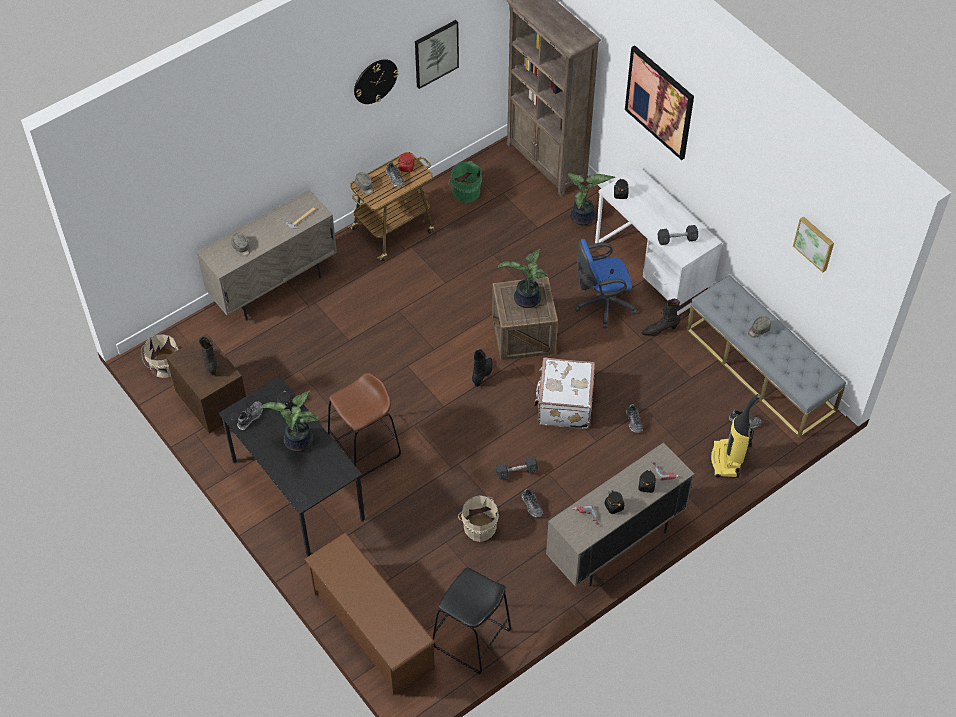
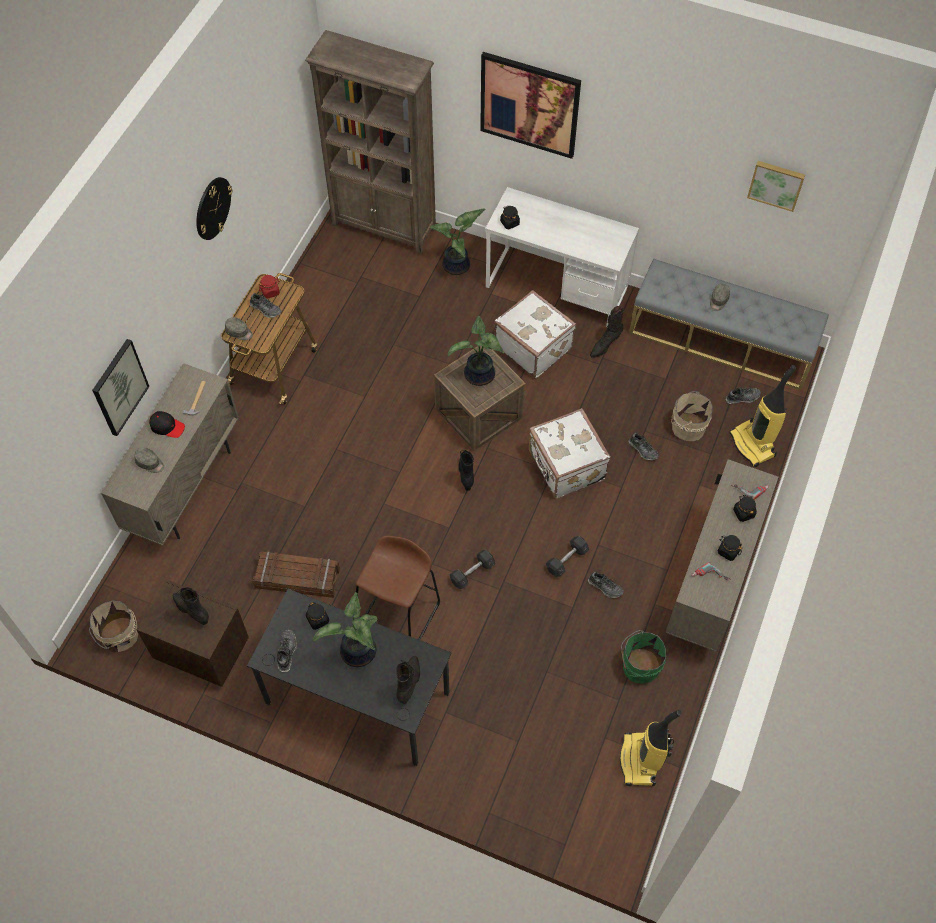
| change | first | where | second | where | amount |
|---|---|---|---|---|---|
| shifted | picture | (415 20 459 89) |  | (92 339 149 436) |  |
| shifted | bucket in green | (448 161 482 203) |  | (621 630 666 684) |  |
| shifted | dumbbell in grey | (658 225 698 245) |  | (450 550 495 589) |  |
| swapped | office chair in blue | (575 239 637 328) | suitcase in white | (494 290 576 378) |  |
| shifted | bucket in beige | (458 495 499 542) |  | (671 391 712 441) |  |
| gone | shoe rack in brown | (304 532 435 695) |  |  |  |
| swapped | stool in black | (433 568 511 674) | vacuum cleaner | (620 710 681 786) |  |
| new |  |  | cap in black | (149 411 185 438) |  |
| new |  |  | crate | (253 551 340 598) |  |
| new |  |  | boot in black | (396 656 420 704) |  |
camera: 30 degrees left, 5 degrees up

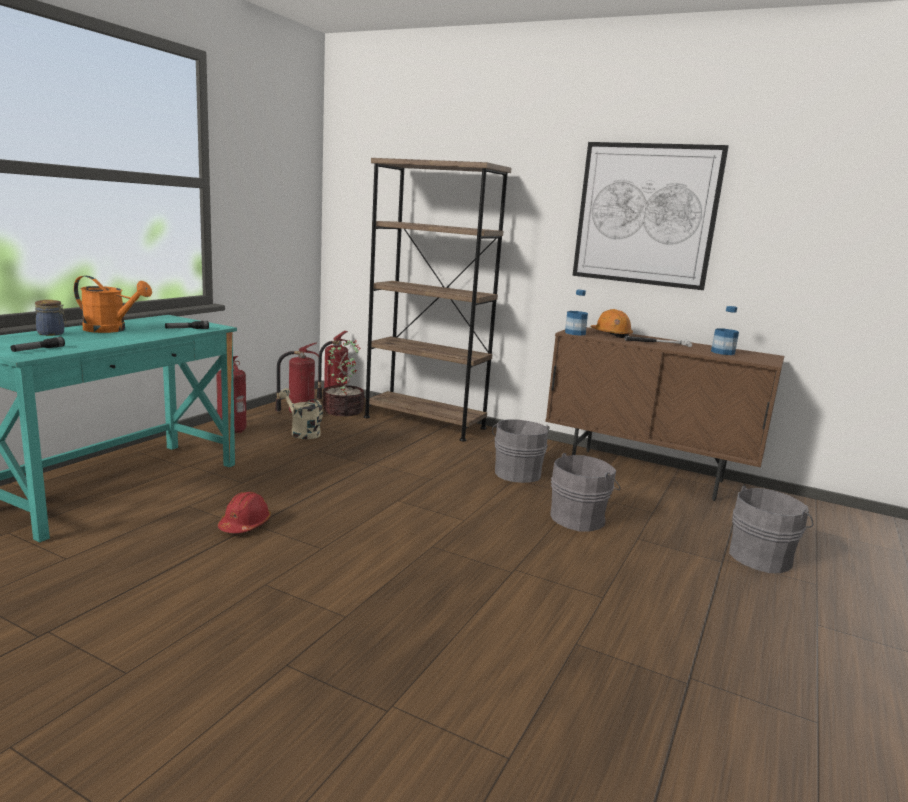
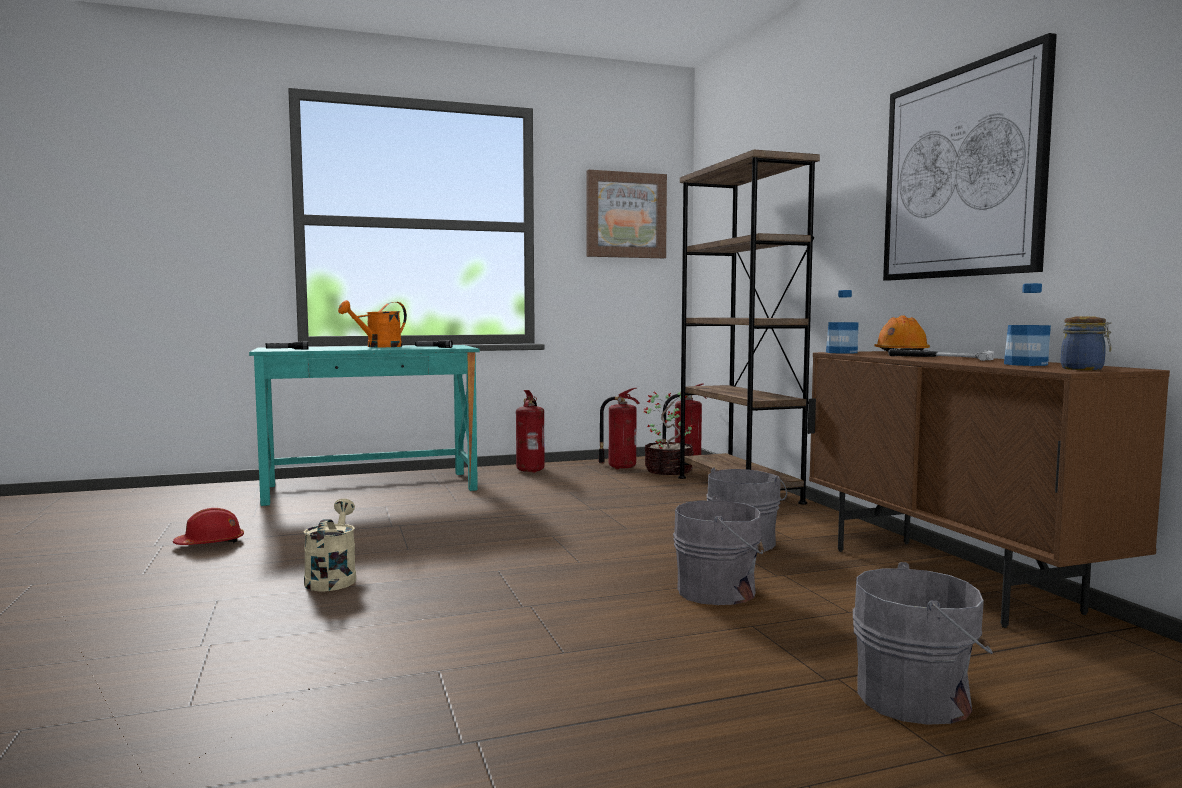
| change | first | where | second | where | amount |
|---|---|---|---|---|---|
| rotated | watering can in orange | (74 276 152 333) |  | (338 300 407 347) | 75 degrees clockwise |
| shifted | jar | (35 300 66 336) |  | (1061 317 1111 370) |  |
| shifted | watering can in beige | (279 388 323 439) |  | (304 498 356 591) |  |
| shifted | hard hat in red | (218 492 271 533) |  | (173 508 244 545) |  |
| new |  |  | picture | (586 170 667 258) |  |
camera: 45 degrees right, 10 degrees down

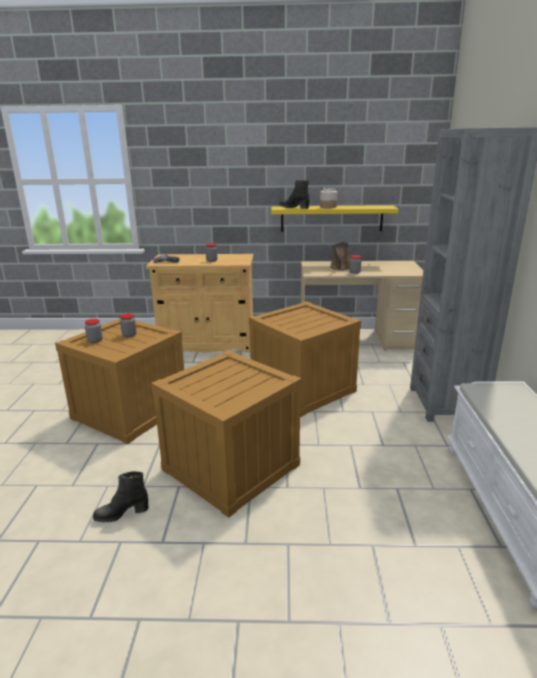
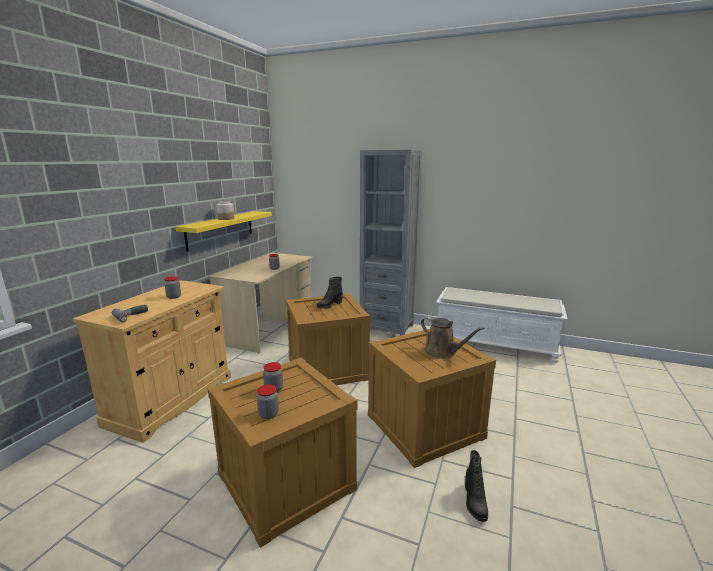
| change | first | where | second | where | amount |
|---|---|---|---|---|---|
| shifted | boot in black | (279 180 309 209) |  | (317 277 343 308) |  |
| shifted | watering can in brown | (330 242 351 270) |  | (421 317 484 359) |  |
camera: 70 degrees left, 5 degrees down

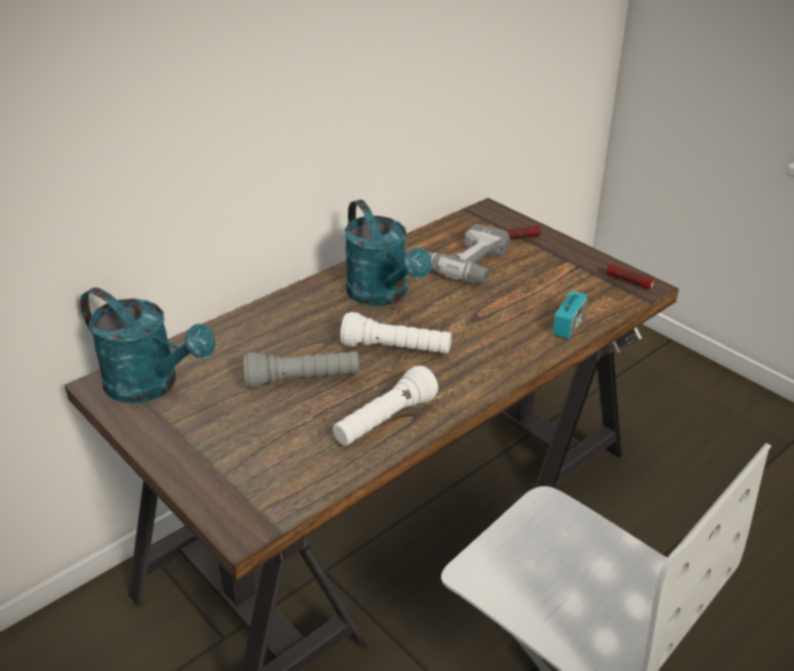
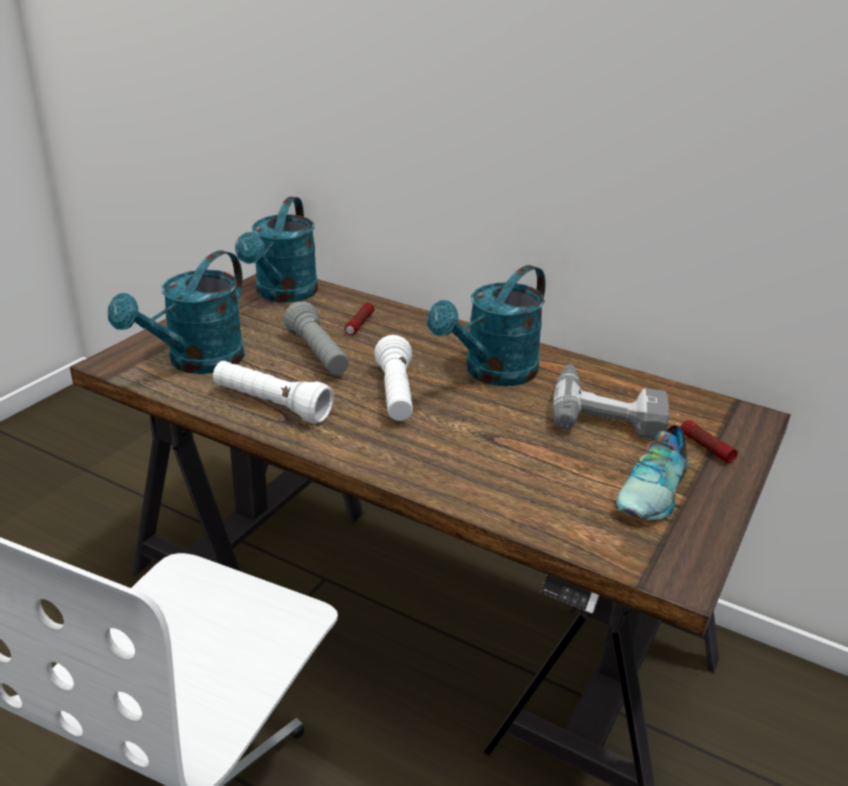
| change | first | where | second | where | amount |
|---|---|---|---|---|---|
| gone | radio | (553 260 588 339) |  |  |  |
| shifted | flashlight | (606 264 654 290) |  | (345 303 375 335) |  |
| new |  |  | watering can in turquoise | (108 250 245 374) |  |
| new |  |  | shoe | (616 425 689 521) |  |
camera: 70 degrees right, 5 degrees down

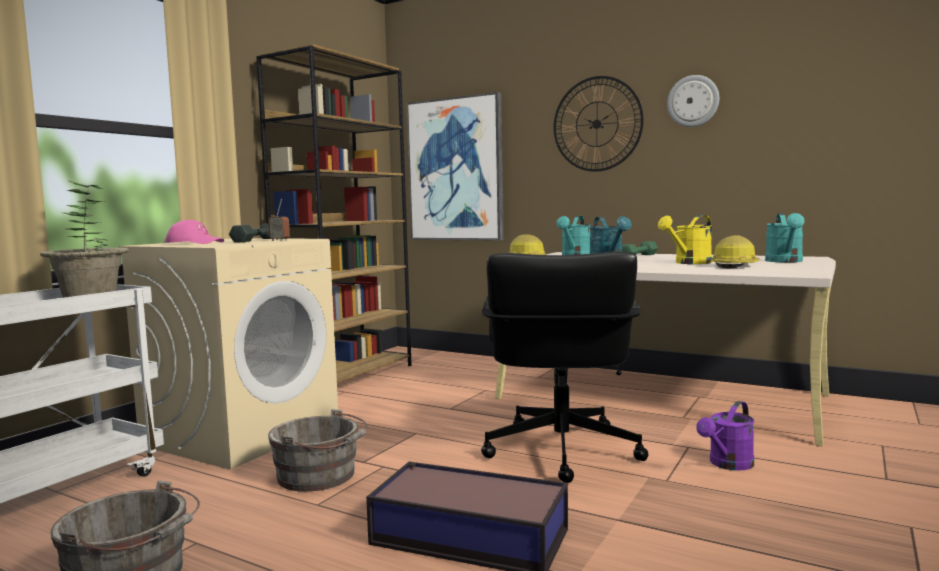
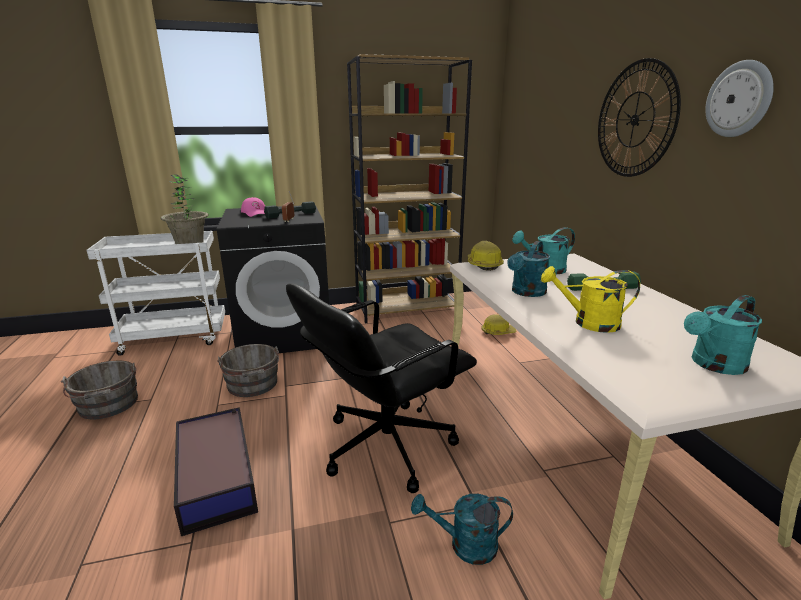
| change | first | where | second | where | amount |
|---|---|---|---|---|---|
| gone | picture | (406 92 504 241) |  |  |  |
| shifted | hard hat | (711 235 760 268) |  | (482 315 517 335) |  |
| repainted | washing machine in beige | (118 238 338 470) | washing machine in black | (217 205 329 353) |  |
| repainted | watering can in purple | (696 401 754 470) | watering can in turquoise | (411 494 513 565) |  |
camera: 45 degrees right, 15 degrees up

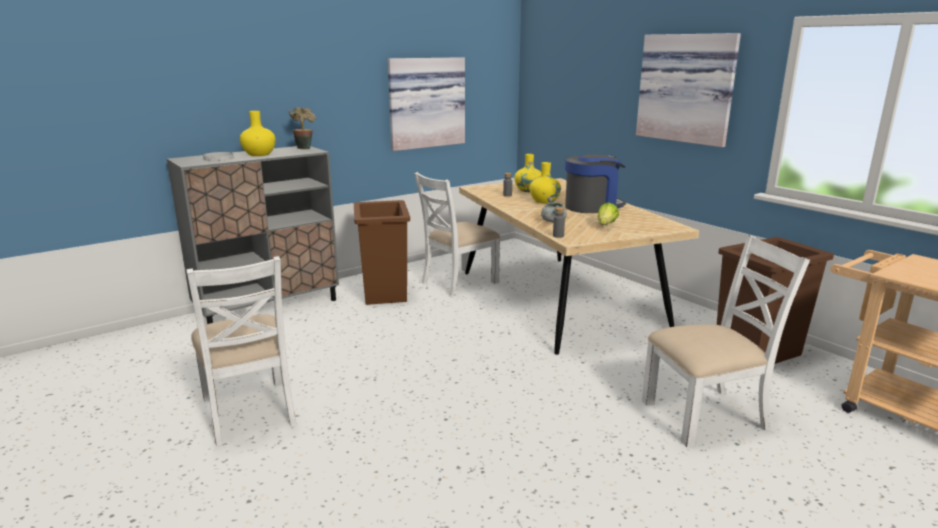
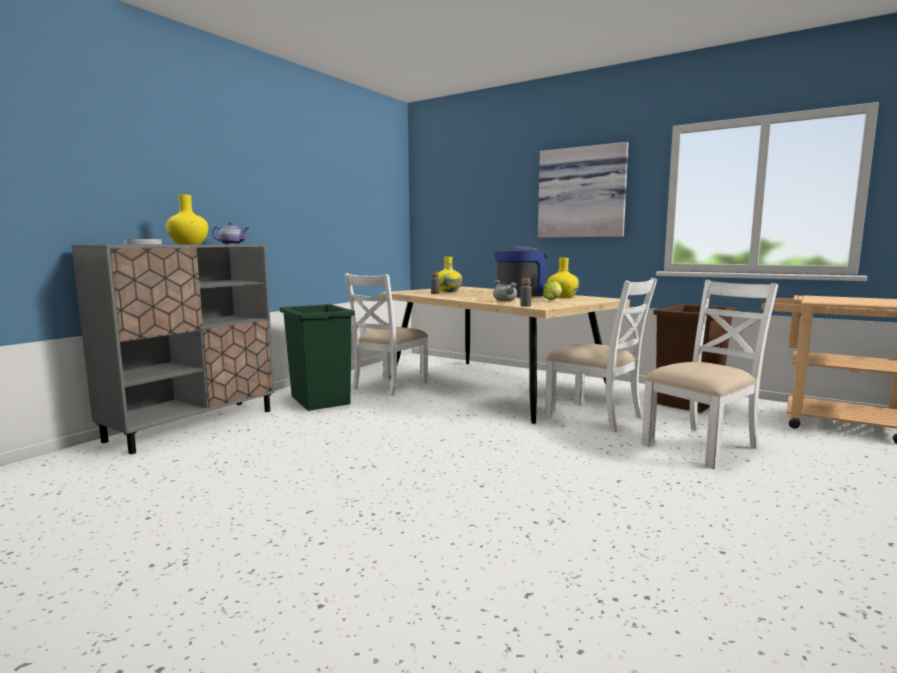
| change | first | where | second | where | amount |
|---|---|---|---|---|---|
| gone | picture | (388 57 465 151) |  |  |  |
| swapped | potted plant | (289 107 316 150) | teapot | (212 222 249 245) |  |
| shifted | vase in yellow | (530 162 561 204) |  | (547 258 579 298) |  |
| repainted | trash can in brown | (354 200 410 305) | trash can in green | (280 304 355 411) |  |
| shifted | chair in white | (186 256 297 446) |  | (545 278 657 432) |  |
camera: 20 degrees left, 10 degrees down

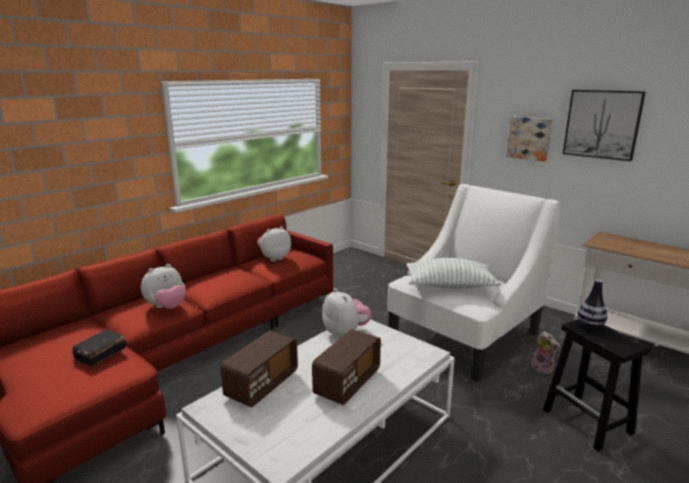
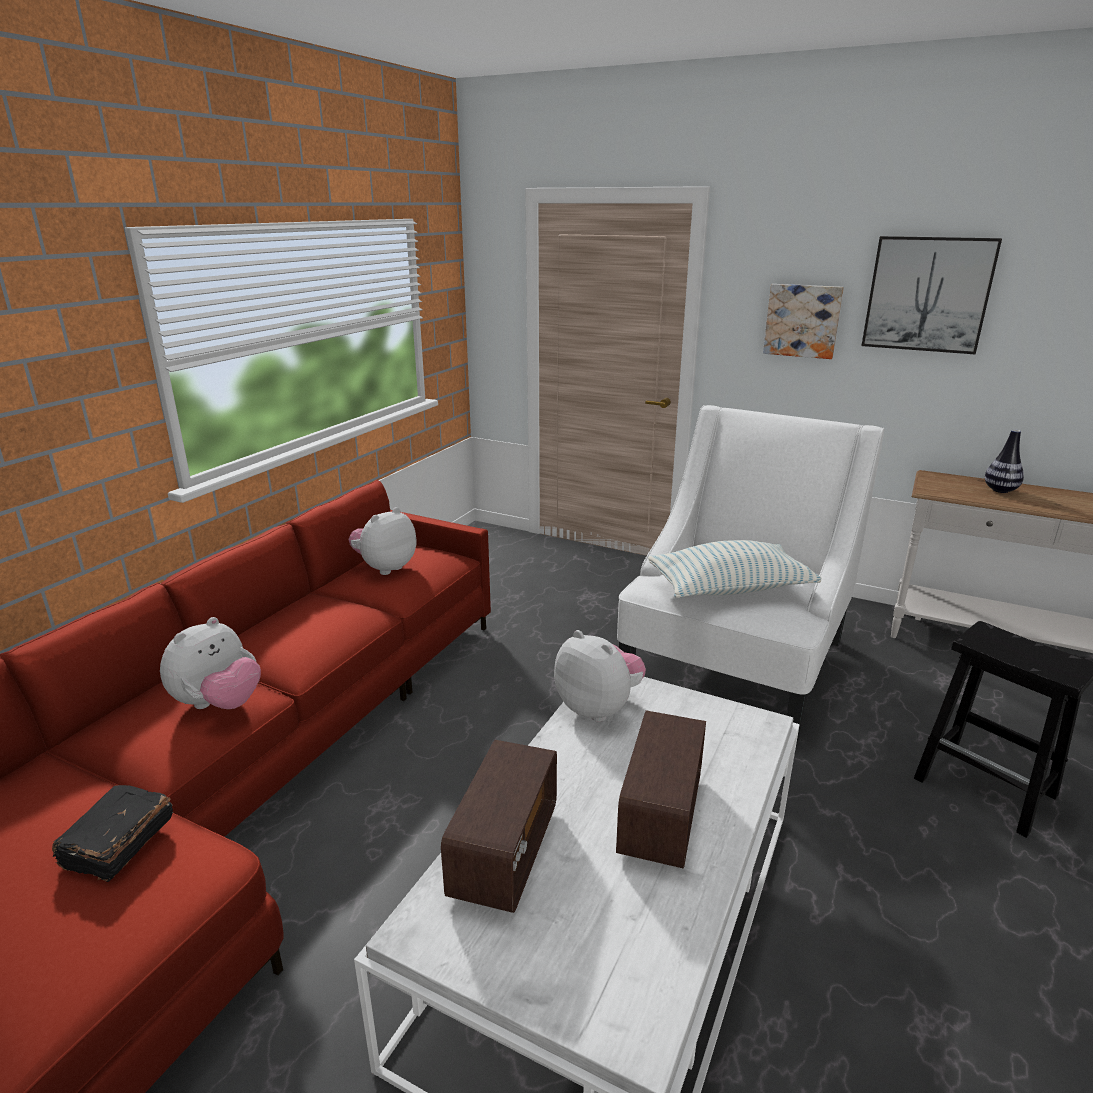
| change | first | where | second | where | amount |
|---|---|---|---|---|---|
| shifted | vase | (577 280 607 329) |  | (985 429 1024 493) |  |
| gone | plush toy | (531 331 560 374) |  |  |  |
camera: 15 degrees left, 5 degrees up

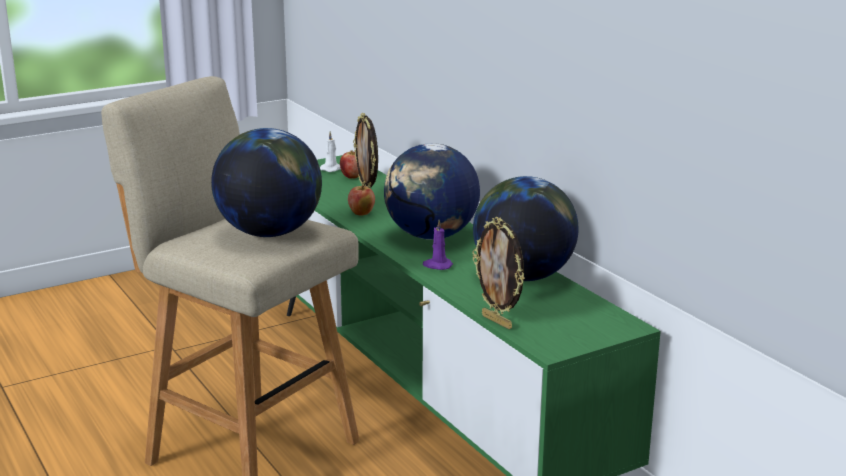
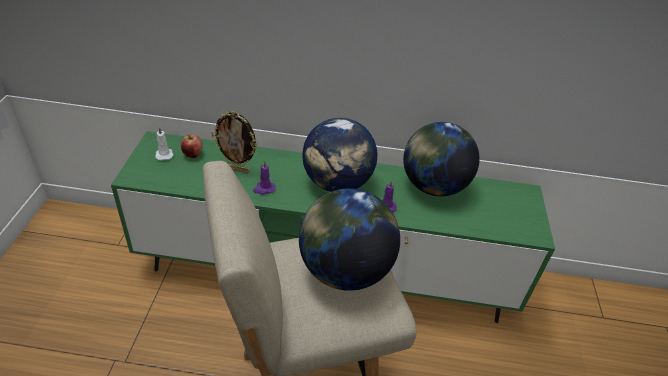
| change | first | where | second | where | amount |
|---|---|---|---|---|---|
| swapped | apple | (348 185 375 216) | candle in purple | (253 161 276 194) |  |
| gone | picture frame | (472 217 525 329) |  |  |  |
camera: 55 degrees left, 20 degrees up

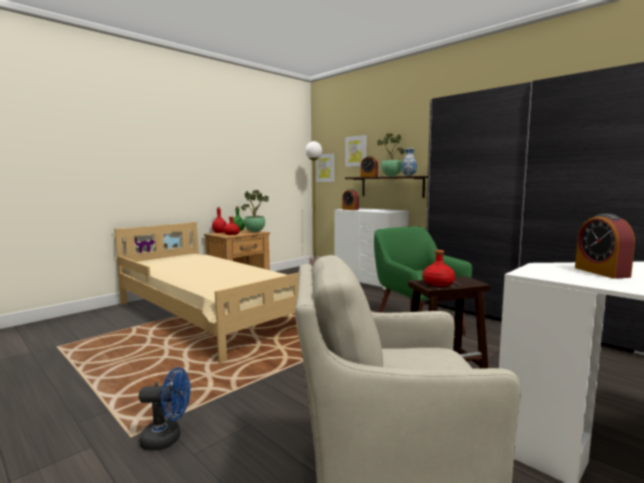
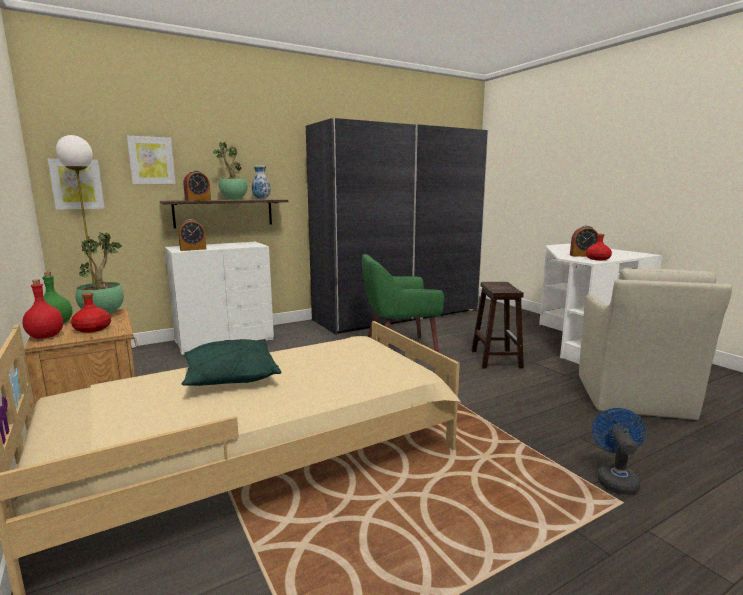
| change | first | where | second | where | amount |
|---|---|---|---|---|---|
| shifted | bottle in red | (422 250 455 287) |  | (586 234 612 260) |  |
| new |  |  | pillow in green | (182 339 281 386) |  |
camera: 75 degrees left, 5 degrees up

